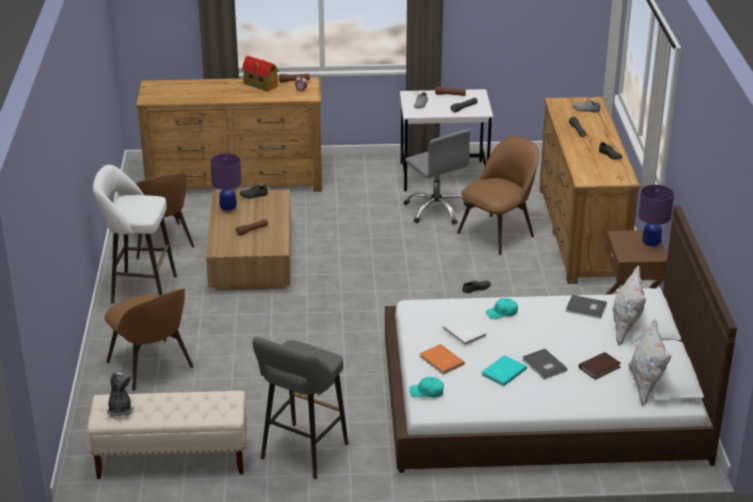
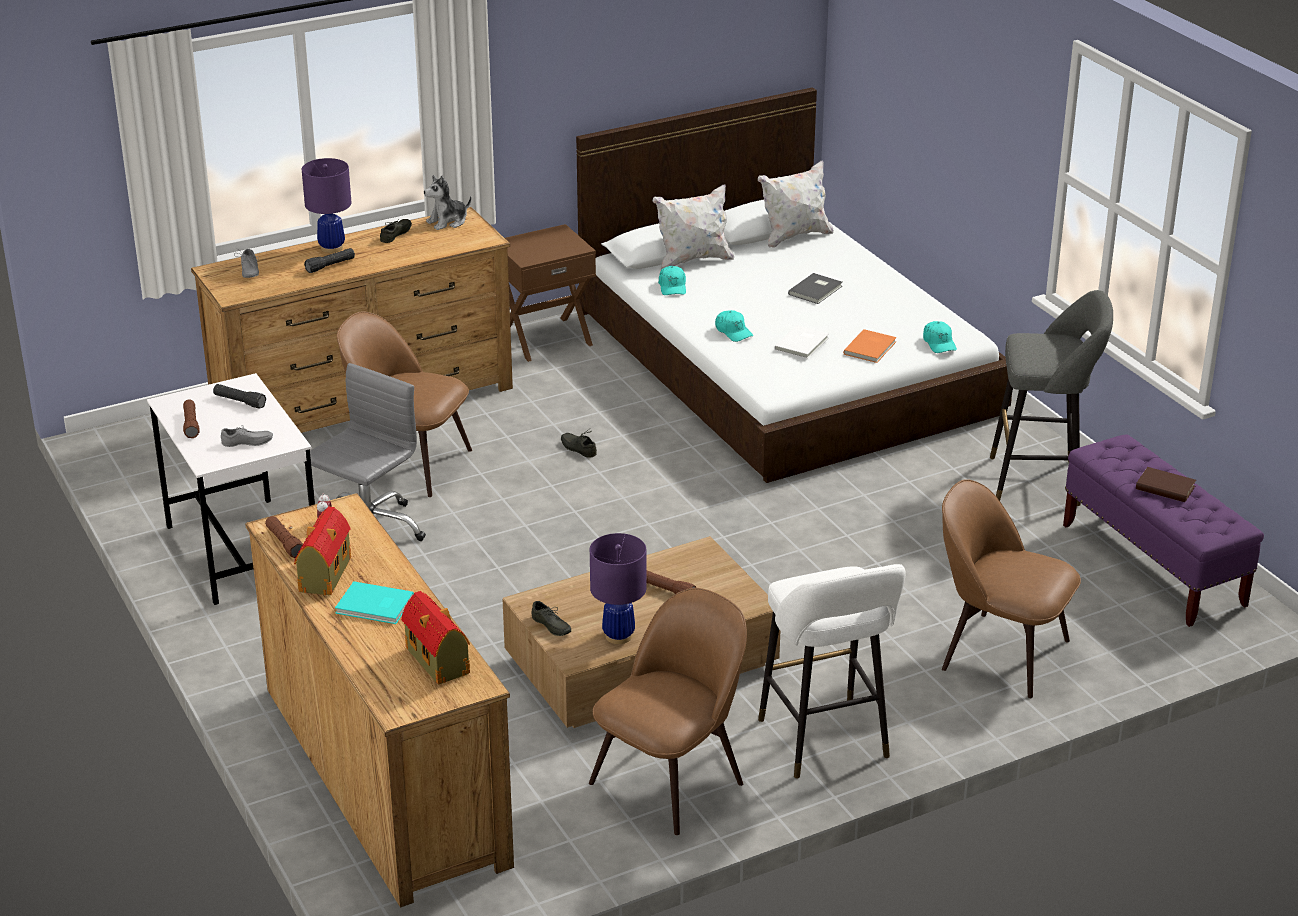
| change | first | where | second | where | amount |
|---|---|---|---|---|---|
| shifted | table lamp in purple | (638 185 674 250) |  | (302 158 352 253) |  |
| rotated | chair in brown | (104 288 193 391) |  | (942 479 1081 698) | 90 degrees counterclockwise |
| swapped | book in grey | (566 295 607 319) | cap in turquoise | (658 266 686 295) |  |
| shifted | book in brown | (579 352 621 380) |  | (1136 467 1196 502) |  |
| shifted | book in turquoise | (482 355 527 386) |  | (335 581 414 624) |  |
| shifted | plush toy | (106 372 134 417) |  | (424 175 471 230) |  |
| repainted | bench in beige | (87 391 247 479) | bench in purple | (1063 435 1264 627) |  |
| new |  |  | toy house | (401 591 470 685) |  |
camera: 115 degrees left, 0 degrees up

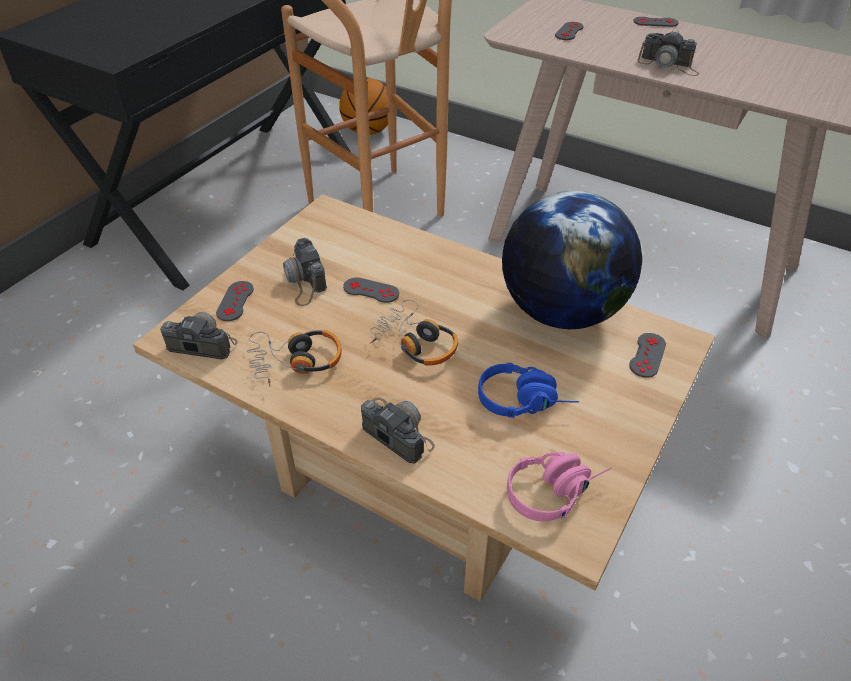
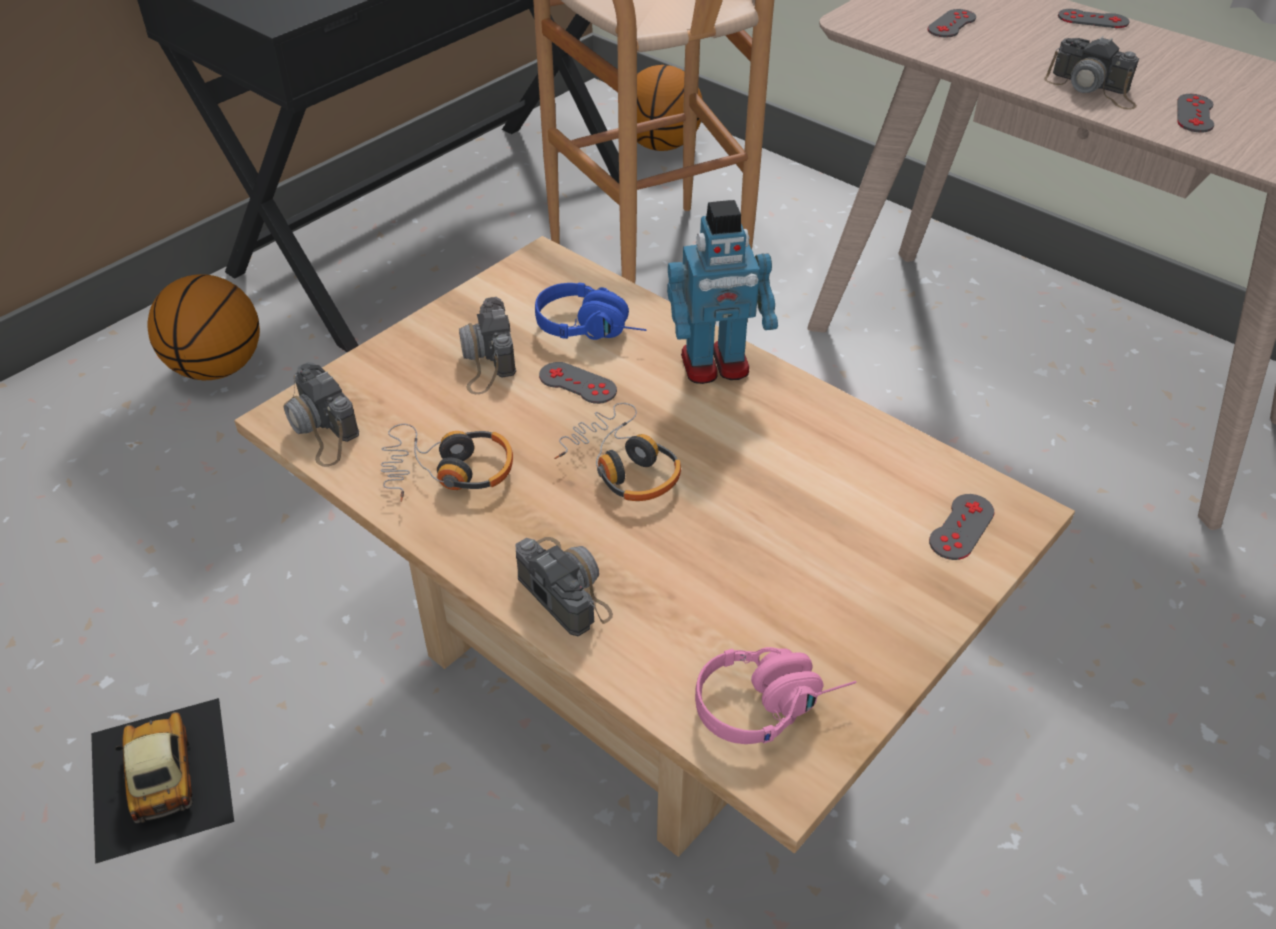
| change | first | where | second | where | amount |
|---|---|---|---|---|---|
| gone | globe | (502 191 642 329) |  |  |  |
| shifted | game controller in grey | (216 281 254 321) |  | (1177 94 1214 133) |  |
| rotated | photo camera | (160 312 238 359) |  | (283 362 359 467) | 150 degrees counterclockwise |
| shifted | headphones in blue | (478 363 579 418) |  | (535 282 647 340) |  |
| new |  |  | toy robot | (667 200 778 384) |  |
| new |  |  | basketball | (147 274 260 380) |  |
| new |  |  | toy car | (91 698 234 864) |  |
camera: 10 degrees right, 0 degrees up

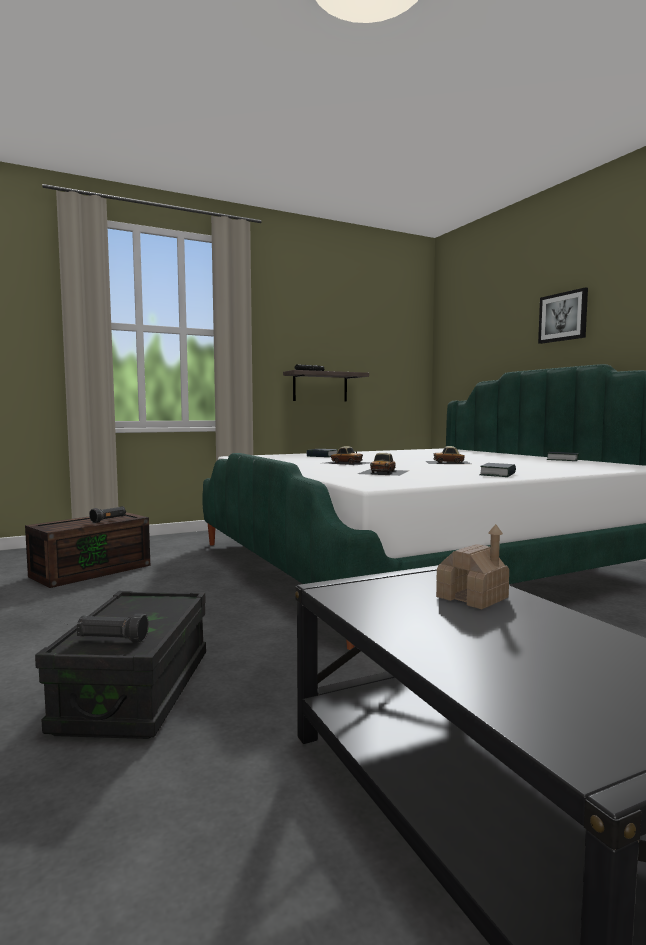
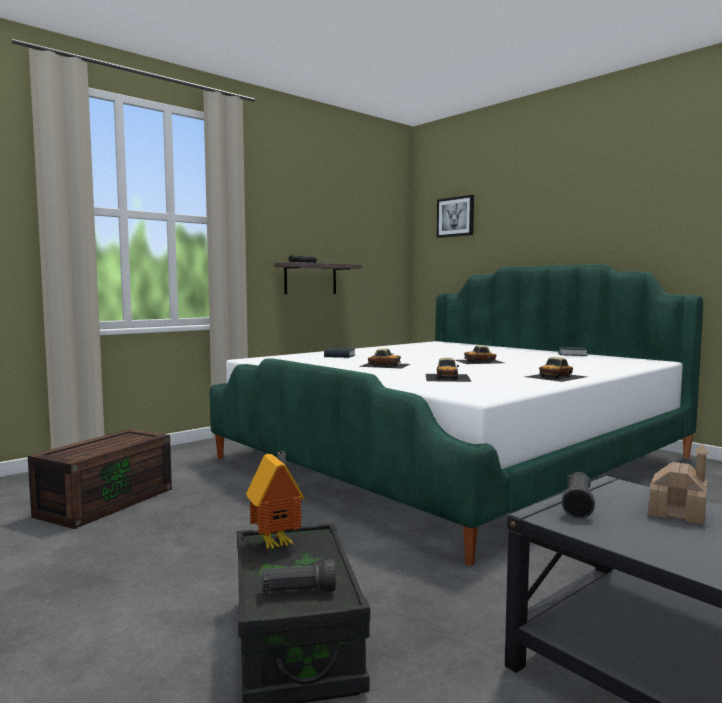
| change | first | where | second | where | amount |
|---|---|---|---|---|---|
| shifted | picture | (538 288 588 344) |  | (437 195 474 238) |  |
| swapped | book | (479 463 516 477) | toy car | (526 357 587 382) |  |
| shifted | flashlight in black | (89 506 126 523) |  | (562 472 595 518) |  |
| new |  |  | toy house | (246 451 305 549) |  |
camera: 15 degrees left, 0 degrees up

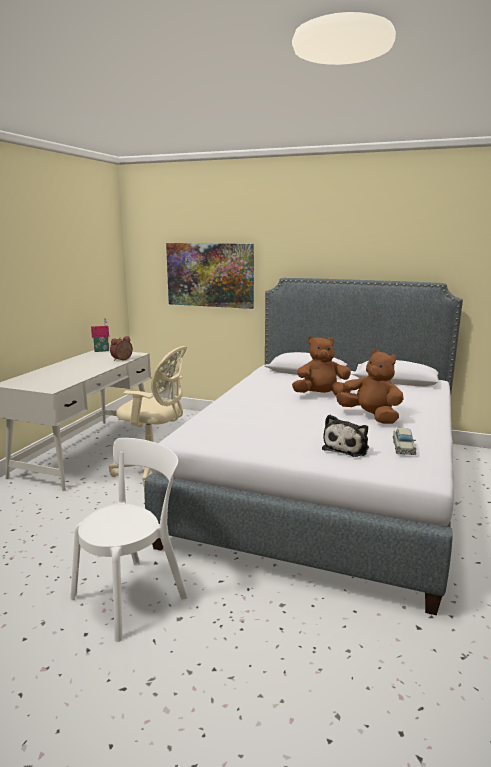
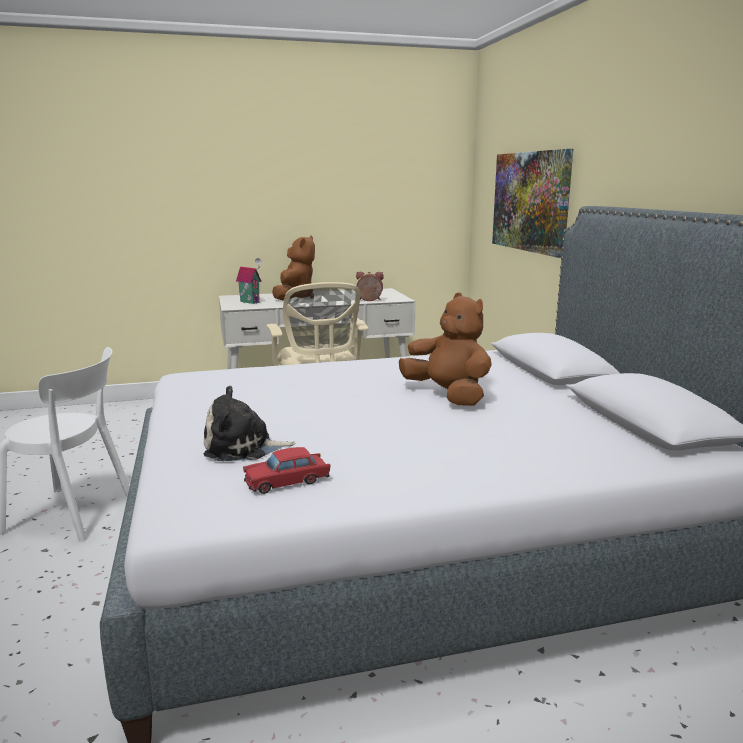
| change | first | where | second | where | amount |
|---|---|---|---|---|---|
| shifted | toy house | (91 319 110 352) |  | (236 258 262 304) |  |
| shifted | plush toy in brown | (336 349 403 424) |  | (272 235 315 301) |  |
| repainted | toy car in beige | (393 428 417 455) | toy car in red | (243 447 330 494) |  |
camera: 55 degrees right, 0 degrees up

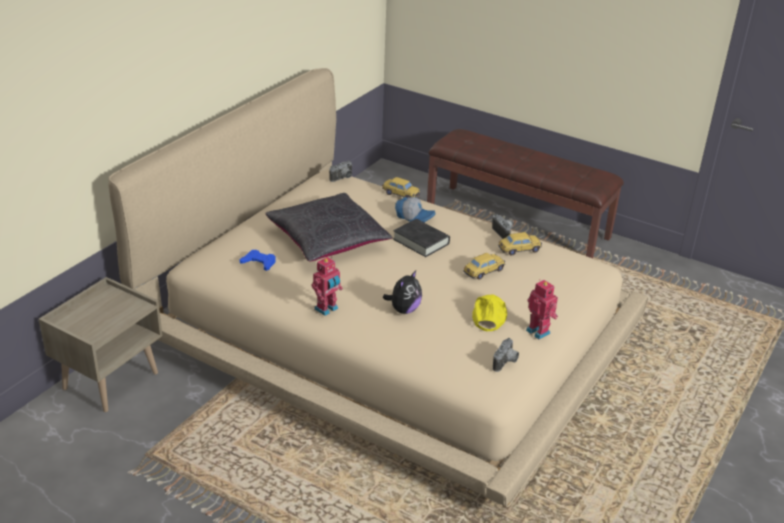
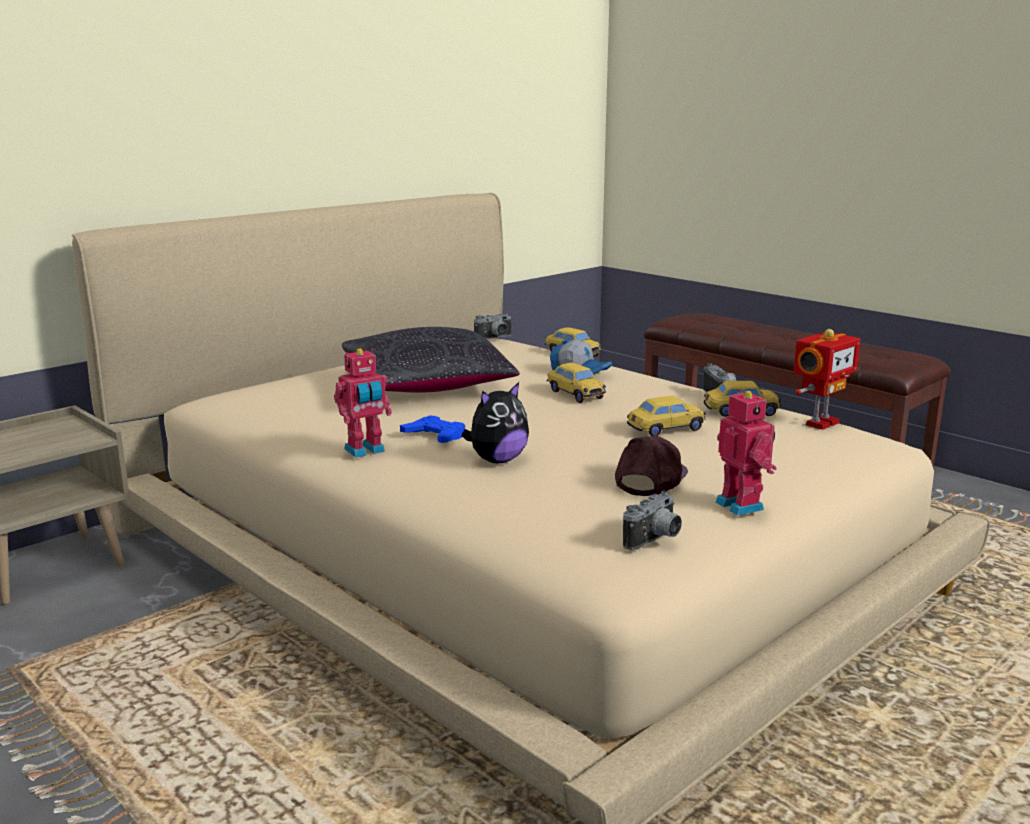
| change | first | where | second | where | amount |
|---|---|---|---|---|---|
| swapped | book in black | (393 219 450 257) | toy car | (547 363 606 403) |  |
| shifted | game controller in blue | (240 250 276 271) |  | (400 415 465 443) |  |
| repainted | cap in yellow | (472 294 507 331) | cap in brown | (615 436 688 496) |  |
| new |  |  | toy robot | (793 329 860 430) |  |
camera: 15 degrees right, 15 degrees down

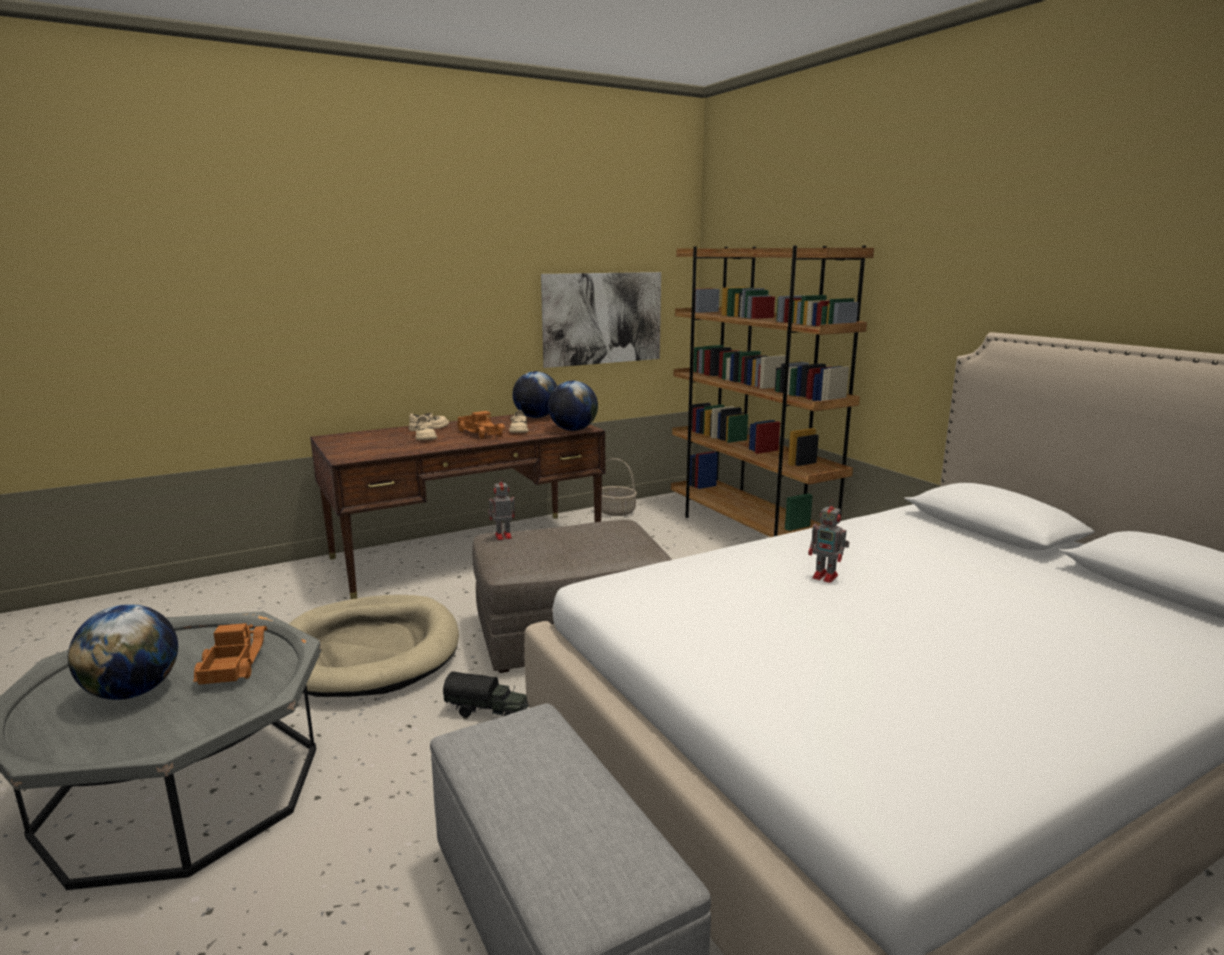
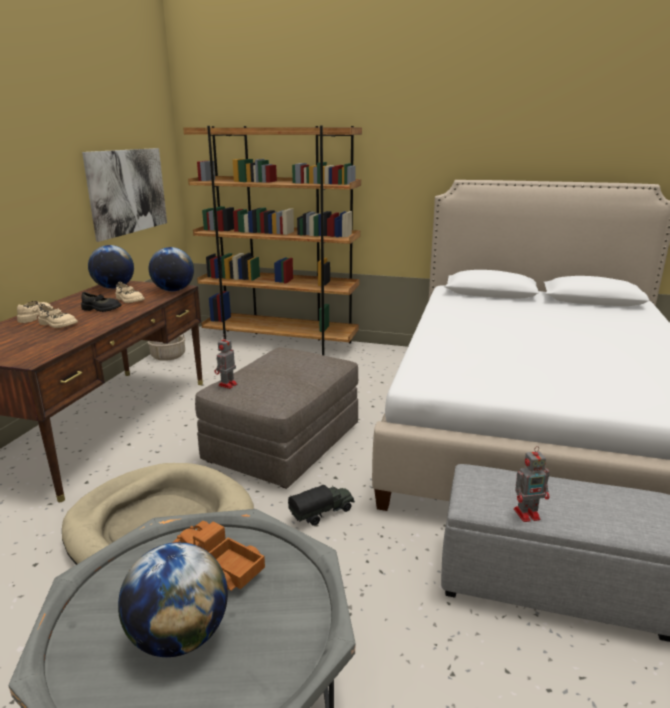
| change | first | where | second | where | amount |
|---|---|---|---|---|---|
| swapped | toy truck | (456 411 505 439) | shoe in black | (81 292 121 312) |  |
| shifted | toy robot | (808 500 849 583) |  | (514 446 550 522) |  |
camera: 45 degrees left, 5 degrees up

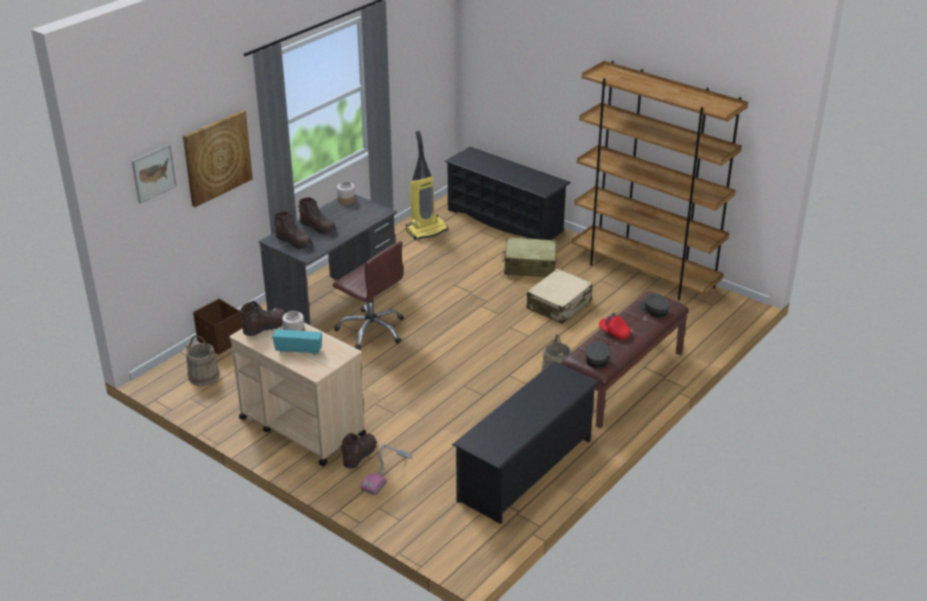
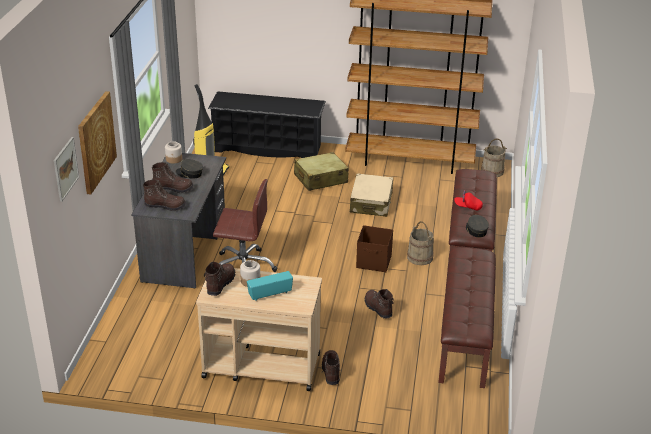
| change | first | where | second | where | amount |
|---|---|---|---|---|---|
| shifted | cap in grey | (639 293 670 318) |  | (176 159 203 179) |  |
| shifted | storage box in brown | (193 299 243 355) |  | (356 225 393 272) |  |
| shifted | bucket in beige | (185 336 219 386) |  | (481 138 507 177) |  |
| swapped | shoe rack in black | (452 361 600 524) | bench in brown | (438 247 496 388) |  |
| gone | vacuum cleaner | (361 444 412 495) |  |  |  |
| new |  |  | boot in brown | (365 289 394 319) |  |
camera: 30 degrees left, 0 degrees up

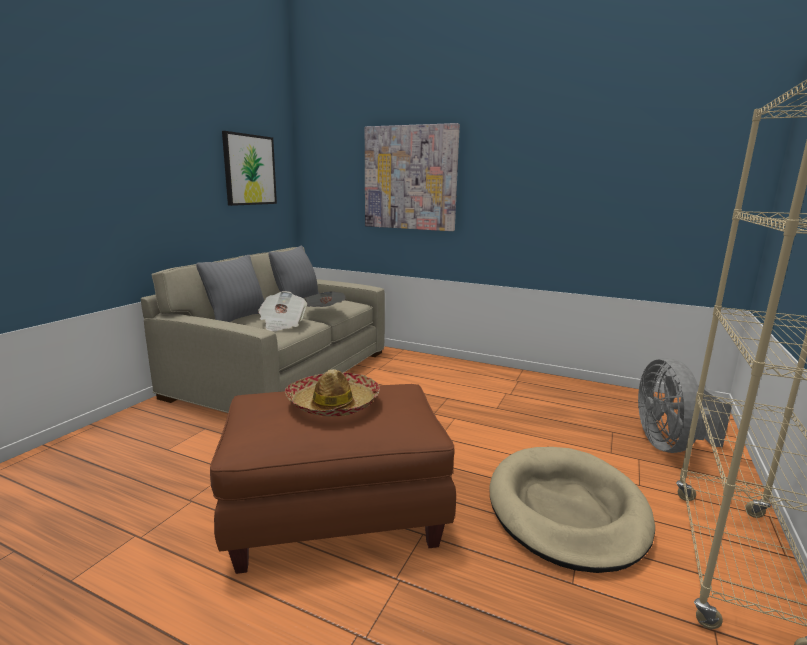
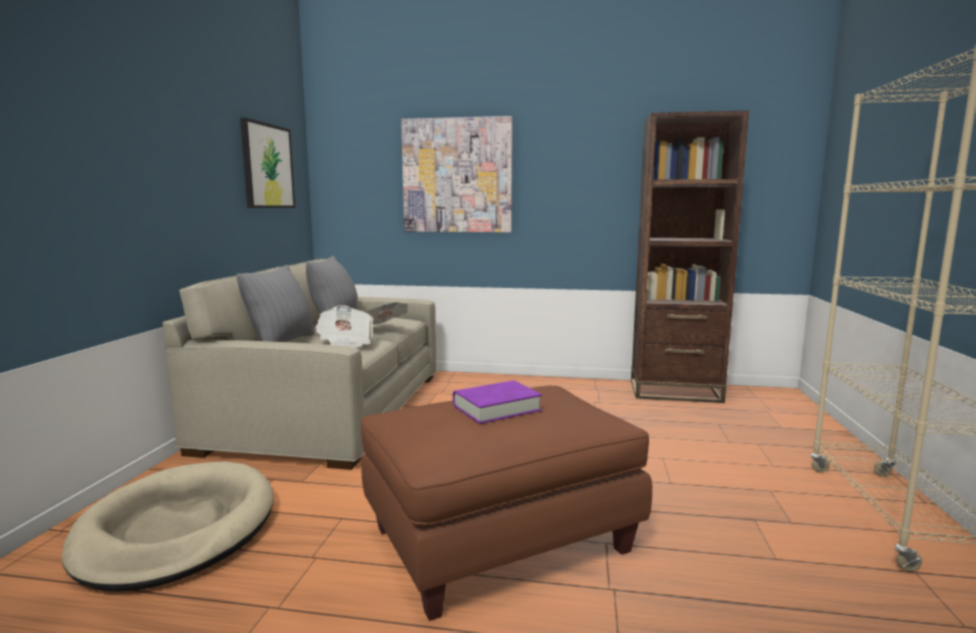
| change | first | where | second | where | amount |
|---|---|---|---|---|---|
| gone | fan in grey | (638 358 733 453) |  |  |  |
| swapped | hat | (285 369 380 417) | book in purple | (453 380 542 424) |  |
| shifted | dog bed in beige | (489 447 655 573) |  | (62 461 274 591) |  |
| new |  |  | bookcase in brown | (631 110 749 403) |  |
camera: 15 degrees left, 5 degrees down

